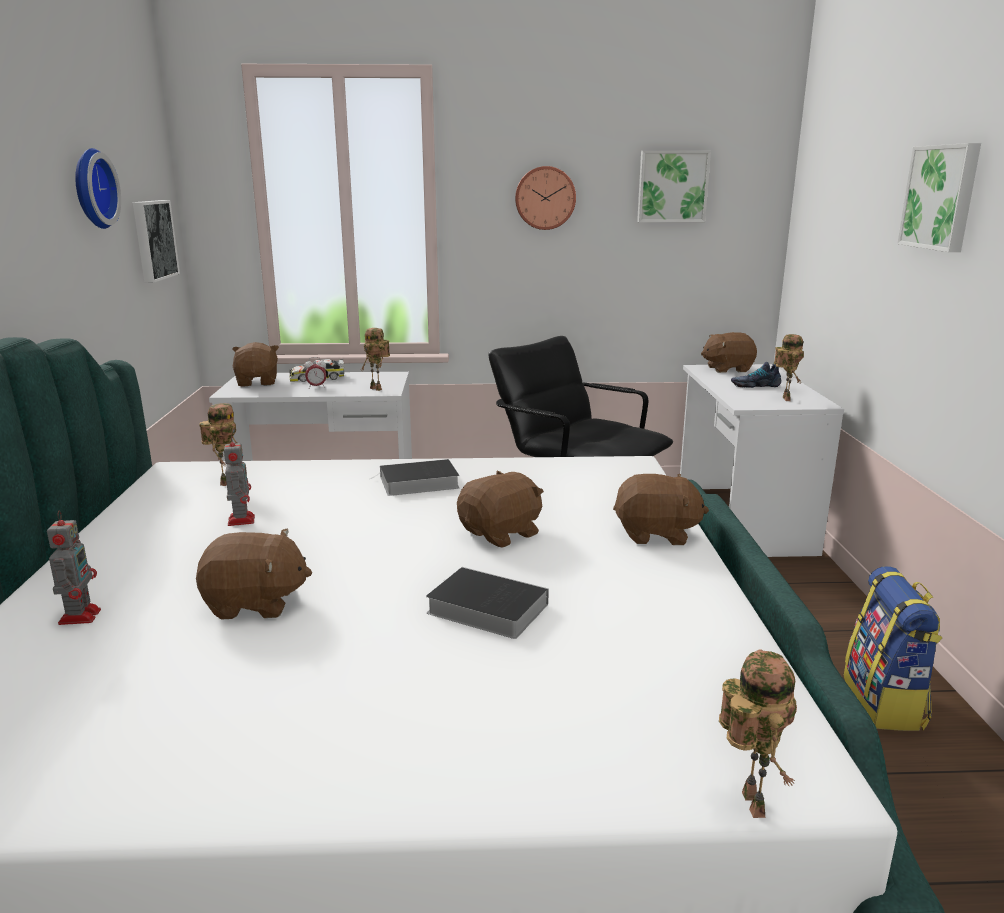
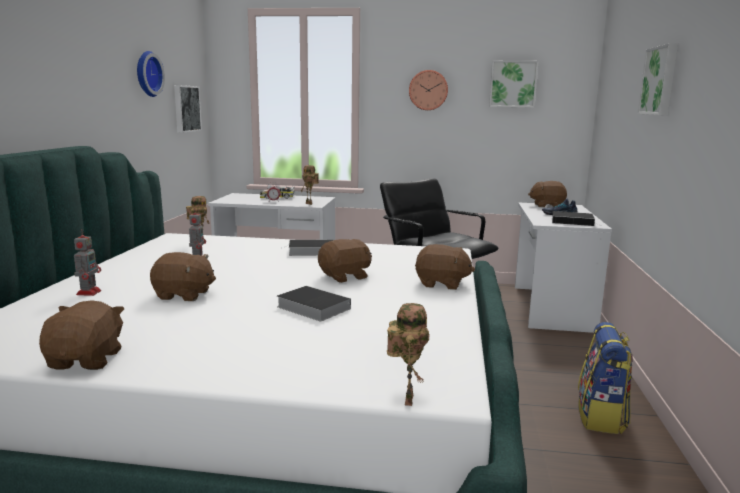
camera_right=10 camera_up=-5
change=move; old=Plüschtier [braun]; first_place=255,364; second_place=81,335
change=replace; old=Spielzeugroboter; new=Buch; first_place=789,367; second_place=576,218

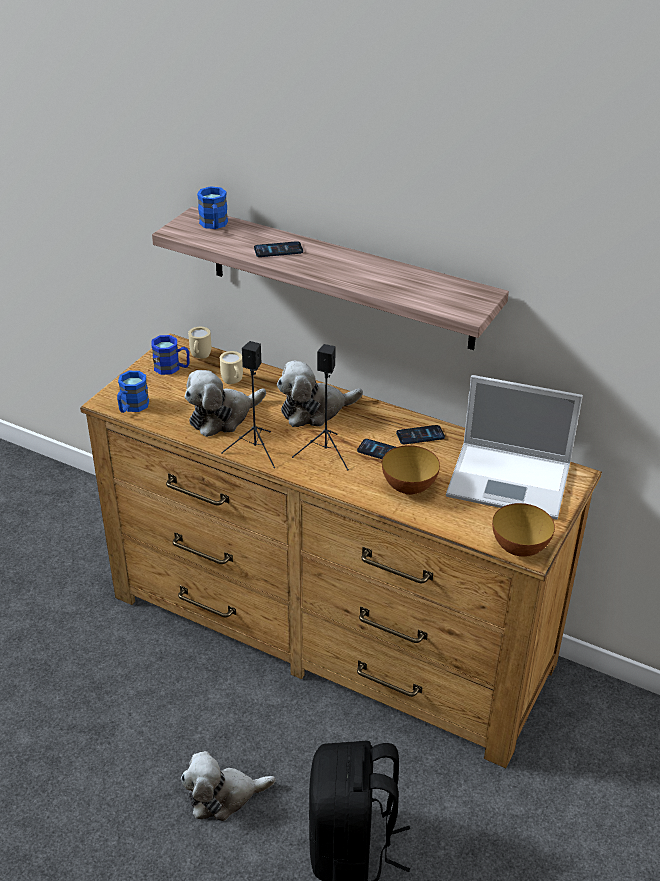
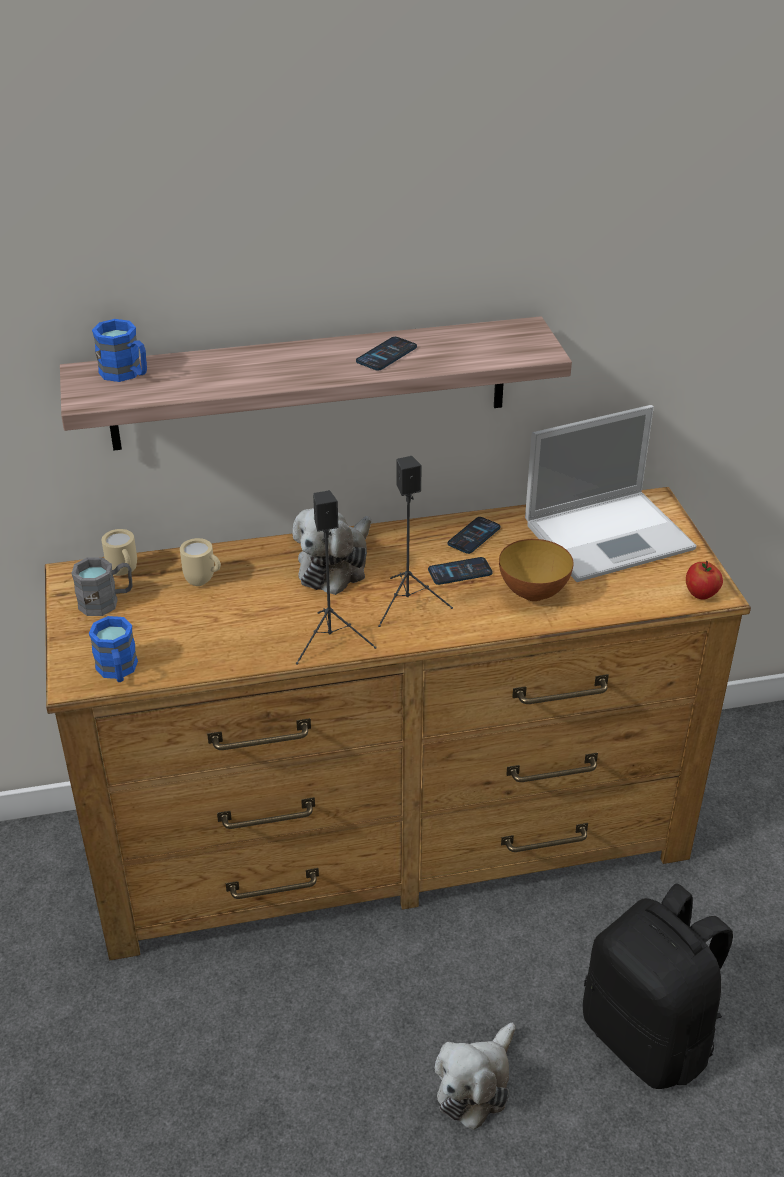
camera_right=-40 camera_up=0
change=recolor; old=Henkelbecher [blau]; new=Henkelbecher [grau]; first_place=170,355; second_place=101,586
change=delete; old=Plüschtier; first_place=225,403
change=move; old=Handy; first_place=278,249; second_place=386,354
change=replace; old=Schüssel; new=Apfel; first_place=523,530; second_place=704,580

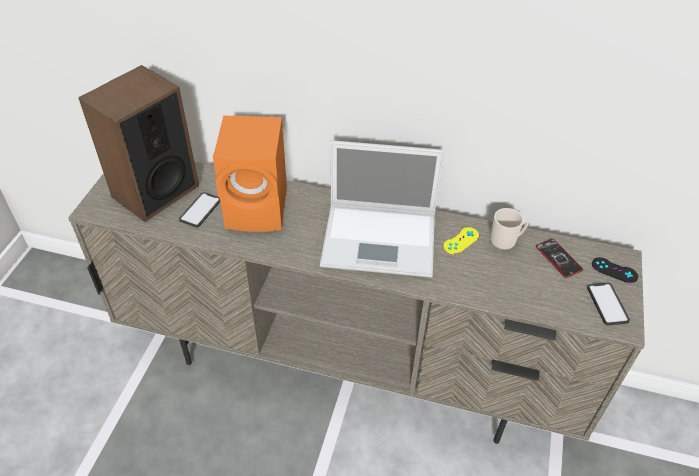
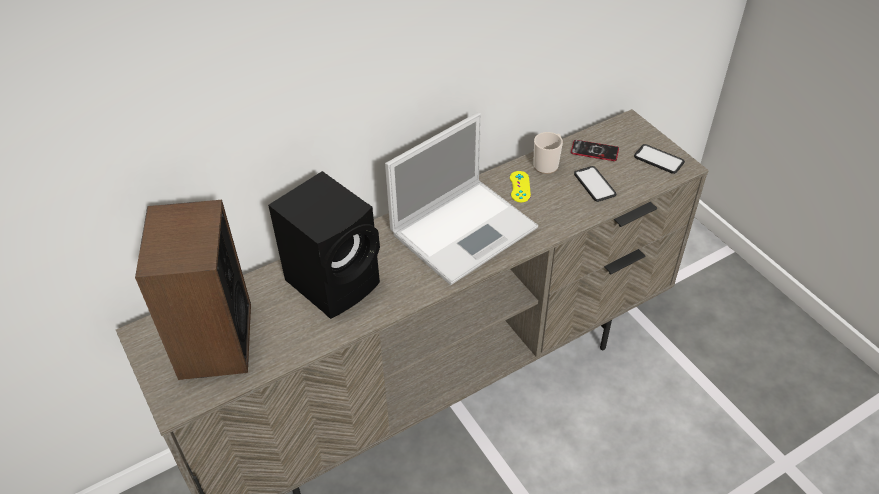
camera_right=-45 camera_up=0
change=move; old=Handy; first_place=199,209; second_place=595,184
change=recolor; old=Lautsprecher [orange]; new=Lautsprecher [schwarz]; first_place=250,174; second_place=324,245
change=delete; old=Gamepad [schwarz]; first_place=615,270

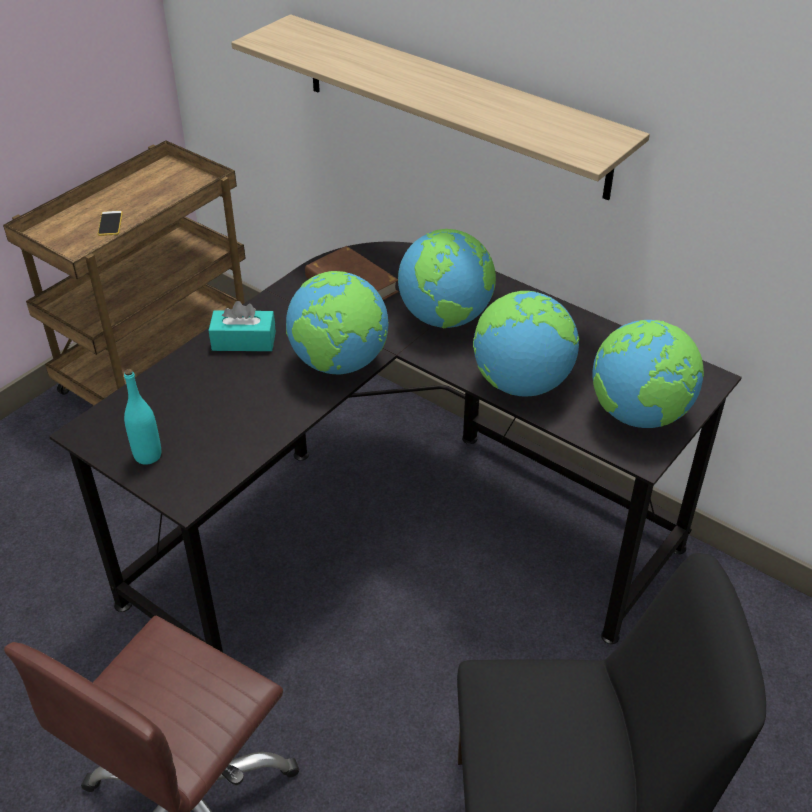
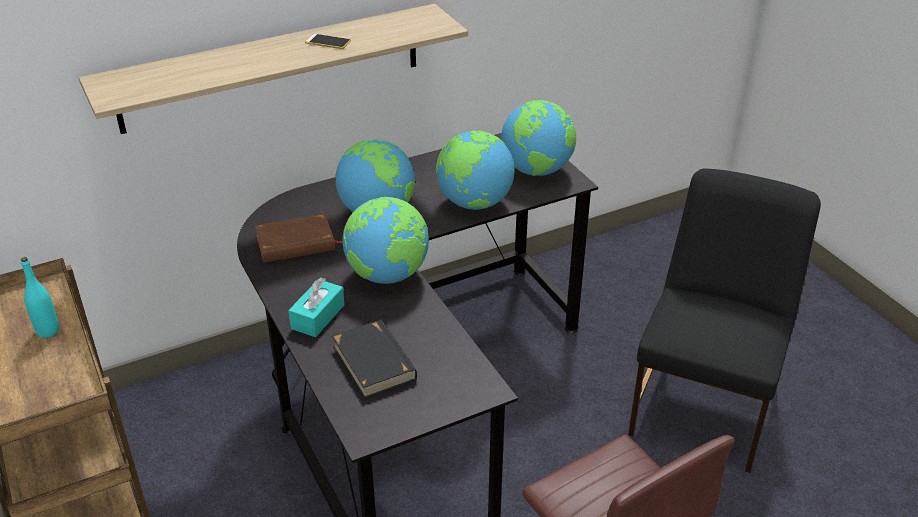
camera_right=-65 camera_up=-5
change=move; old=Handy; first_place=110,223; second_place=328,41
change=move; old=Flasche [türkis]; first_place=142,417; second_place=40,297
change=insert; new=Buch [schwarz]; second_place=374,359

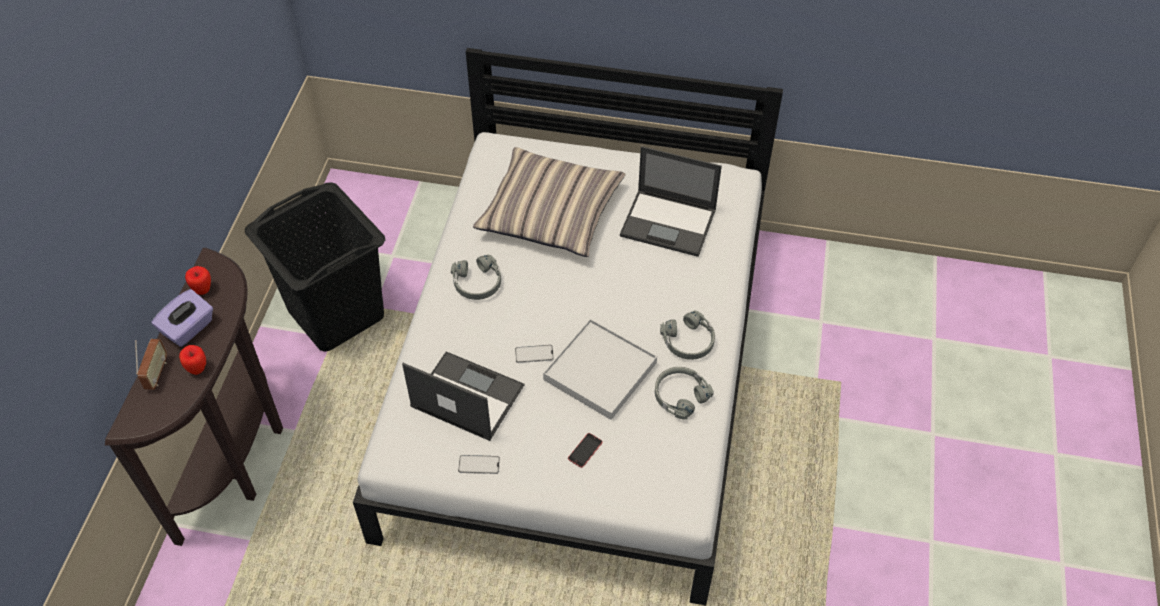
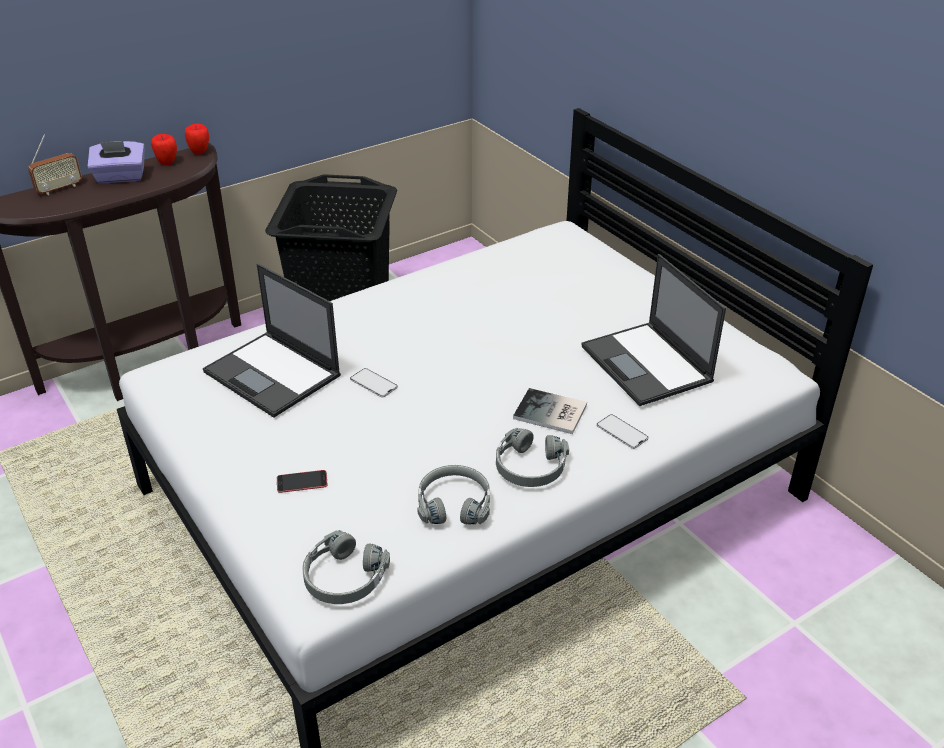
camera_right=45 camera_up=-15
change=move; old=Apfel; first_place=192,360; second_place=197,139
change=rotate; old=Laptop; first_place=463,396; second_place=272,340; degrees=150
change=move; old=Kopfhörer [grau]; first_place=476,277; second_place=346,567
change=move; old=Handy; first_place=479,464; second_place=622,431
change=delete; old=Kissen; first_place=549,202
change=delete; old=Tablett [weiß]; first_place=600,369
change=insert; new=Buch; second_place=550,411

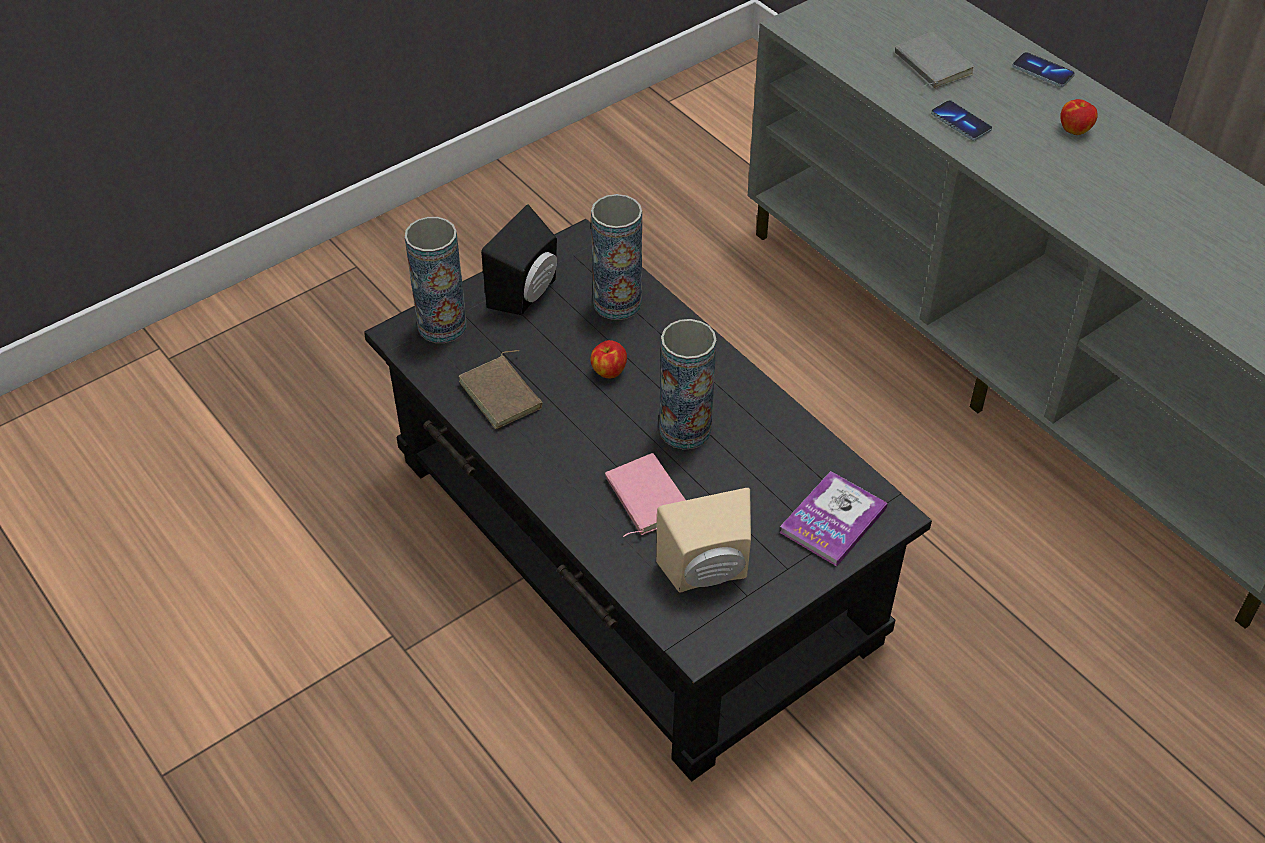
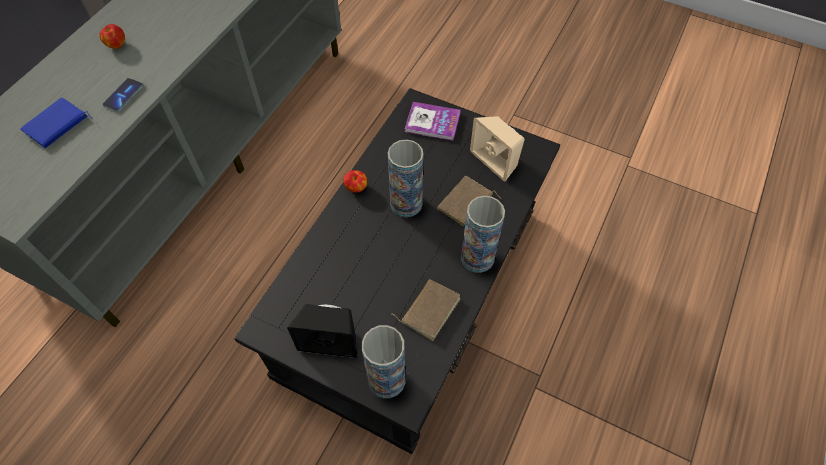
camera_right=-115 camera_up=10
change=move; old=Vase; first_place=616,257; second_place=483,234
change=move; old=Apfel; first_place=609,359; second_place=355,181
change=recolor; old=Buch [rosa]; new=Buch [braun]; first_place=645,495; second_place=469,201
change=recolor; old=Buch [grau]; new=Buch [blau]; first_place=934,60; second_place=56,122
change=delete; old=Handy; first_place=1043,69

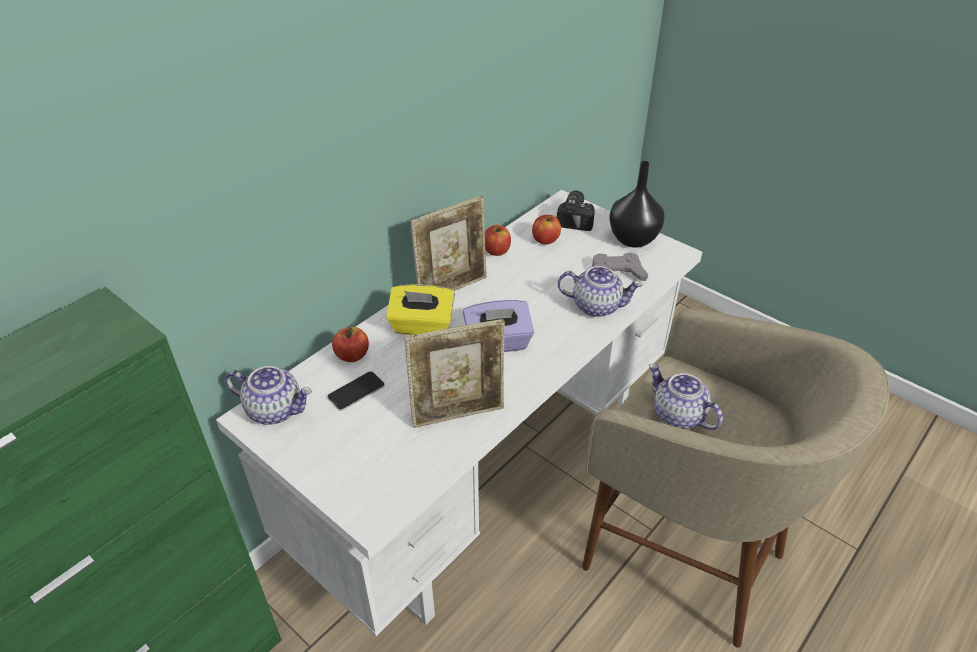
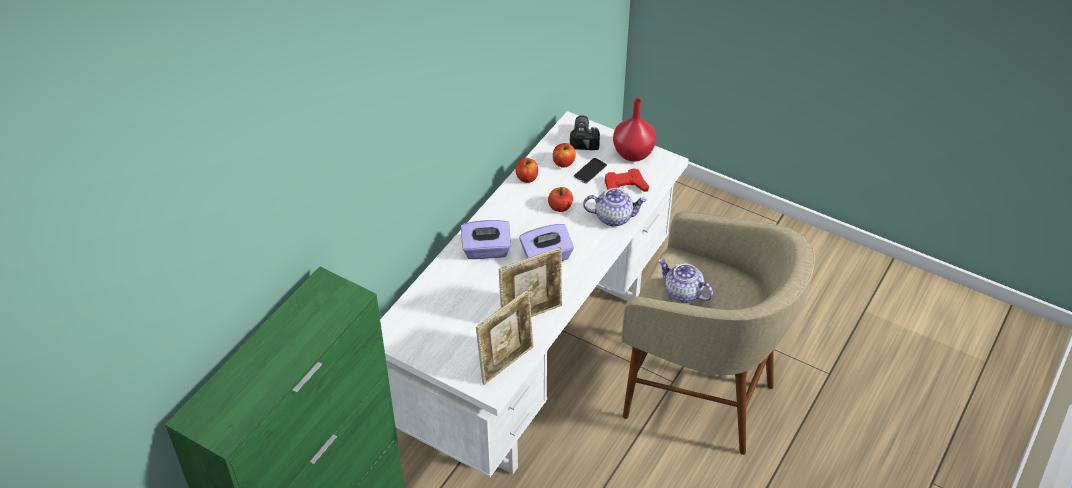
camera_right=-10 camera_up=5
change=delete; old=Teekanne; first_place=268,395
change=move; old=Handy; first_place=356,391; second_place=590,171
change=move; old=Apfel; first_place=350,344; second_place=560,199
change=recolor; old=Taschentuchbox [gelb]; new=Taschentuchbox [lila]; first_place=420,310; second_place=486,239
change=move; old=Bilderrahmen; first_place=448,243; second_place=504,337
change=recolor; old=Gamepad [grau]; new=Gamepad [rot]; first_place=620,267; second_place=627,180
change=recolor; old=Vase [schwarz]; new=Vase [rot]; first_place=637,204; second_place=634,130

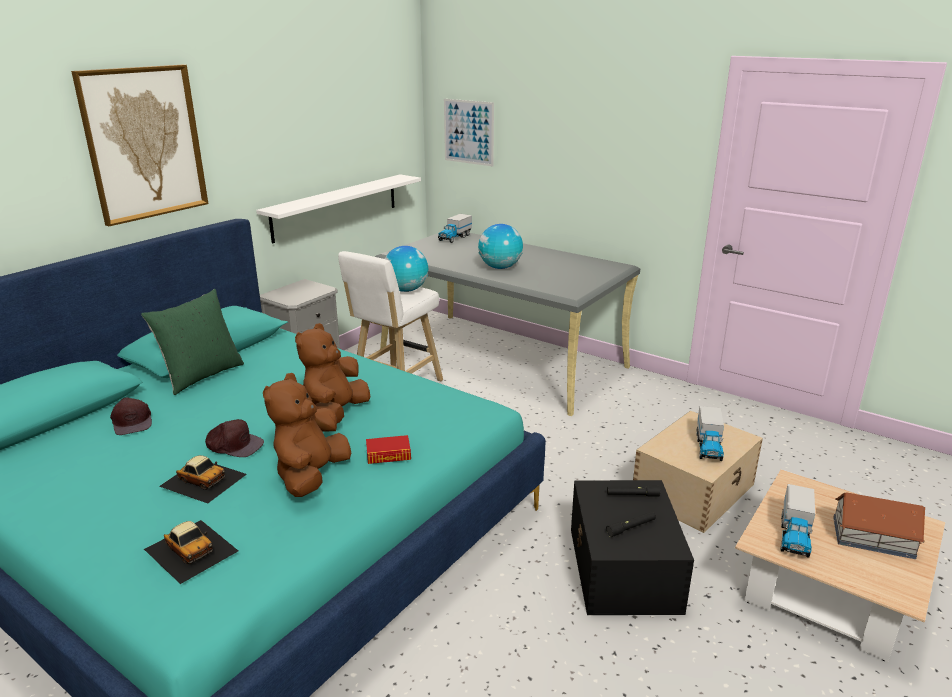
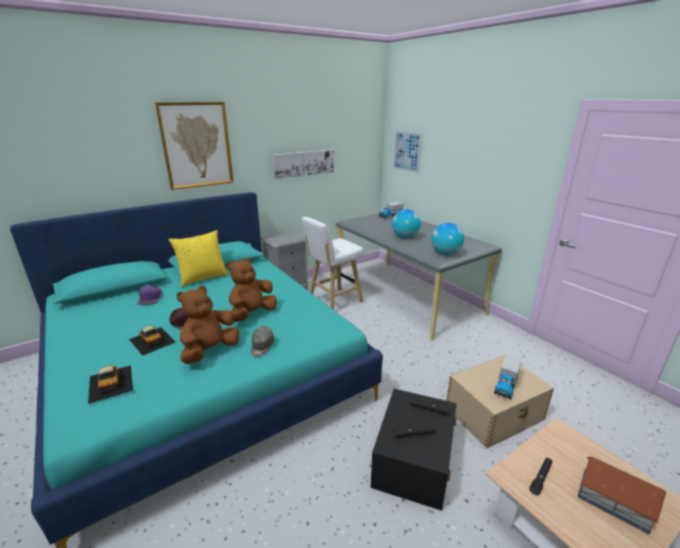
camera_right=20 camera_up=0
change=recolor; old=Kappe [braun]; new=Kappe [lila]; first_place=131,416; second_place=149,294
change=recolor; old=Kissen [grün]; new=Kissen [gelb]; first_place=192,342; second_place=199,258
change=delete; old=Wandregal [weiß]; first_place=338,208
change=replace; old=Buch; new=Kappe [grau]; first_place=388,449; second_place=262,341
change=move; old=Globus; first_place=406,269; second_place=447,239
change=replace; old=Spielzeuglaster; new=Taschenlampe [schwarz]; first_place=798,521; second_place=540,476
change=insert; new=Bild; second_place=303,164

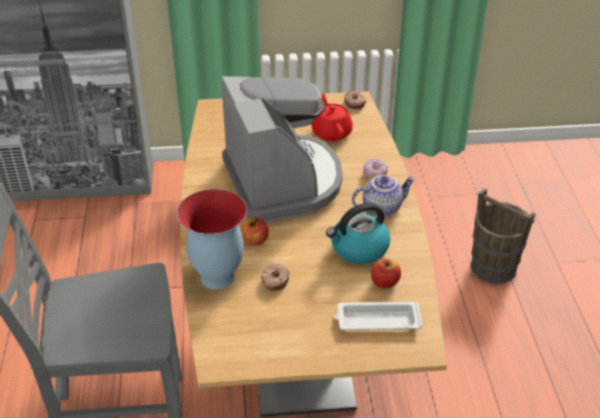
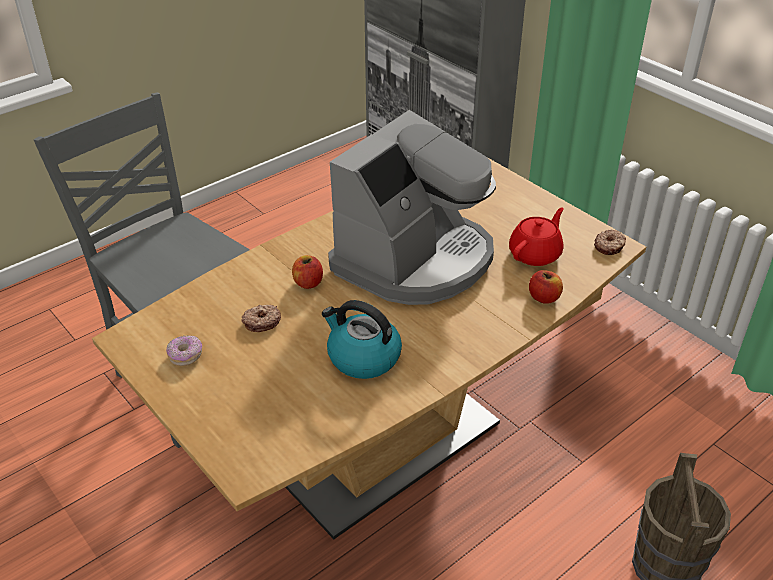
camera_right=55 camera_up=0
change=delete; old=Vase; first_place=212,239
change=delete; old=Tablett [weiß]; first_place=378,315
change=delete; old=Teekanne; first_place=383,195
change=move; old=Donut; first_place=375,169; second_place=184,350
change=move; old=Apfel; first_place=386,273; second_place=546,287

